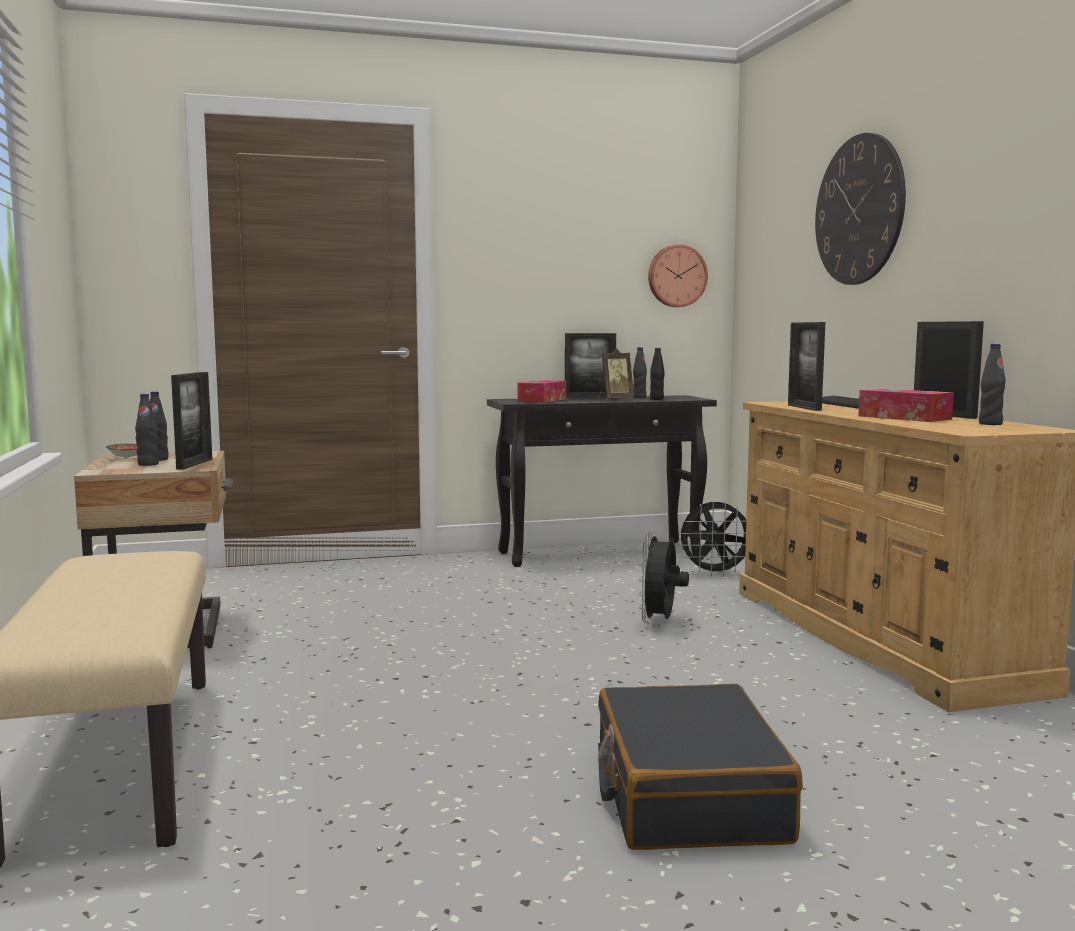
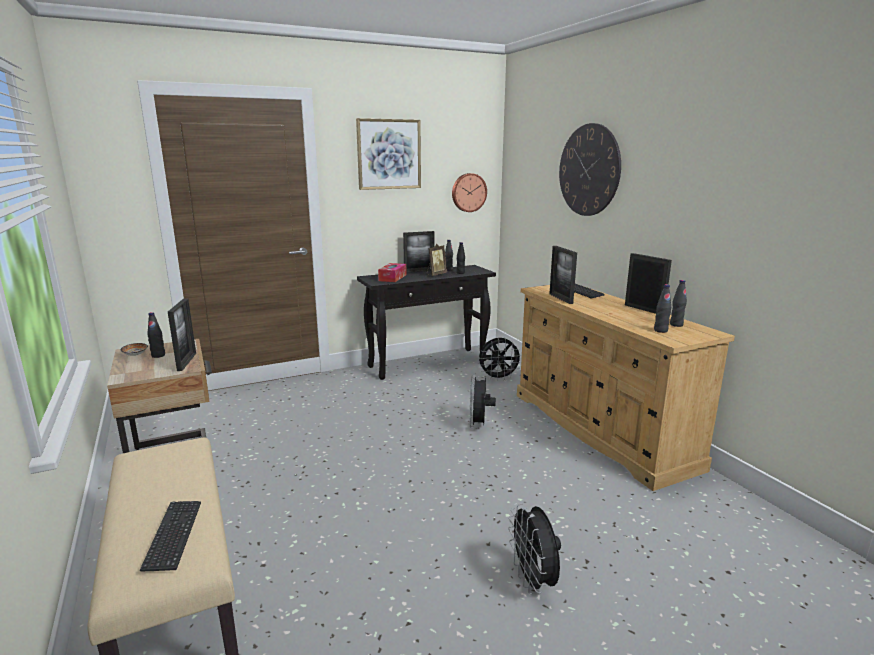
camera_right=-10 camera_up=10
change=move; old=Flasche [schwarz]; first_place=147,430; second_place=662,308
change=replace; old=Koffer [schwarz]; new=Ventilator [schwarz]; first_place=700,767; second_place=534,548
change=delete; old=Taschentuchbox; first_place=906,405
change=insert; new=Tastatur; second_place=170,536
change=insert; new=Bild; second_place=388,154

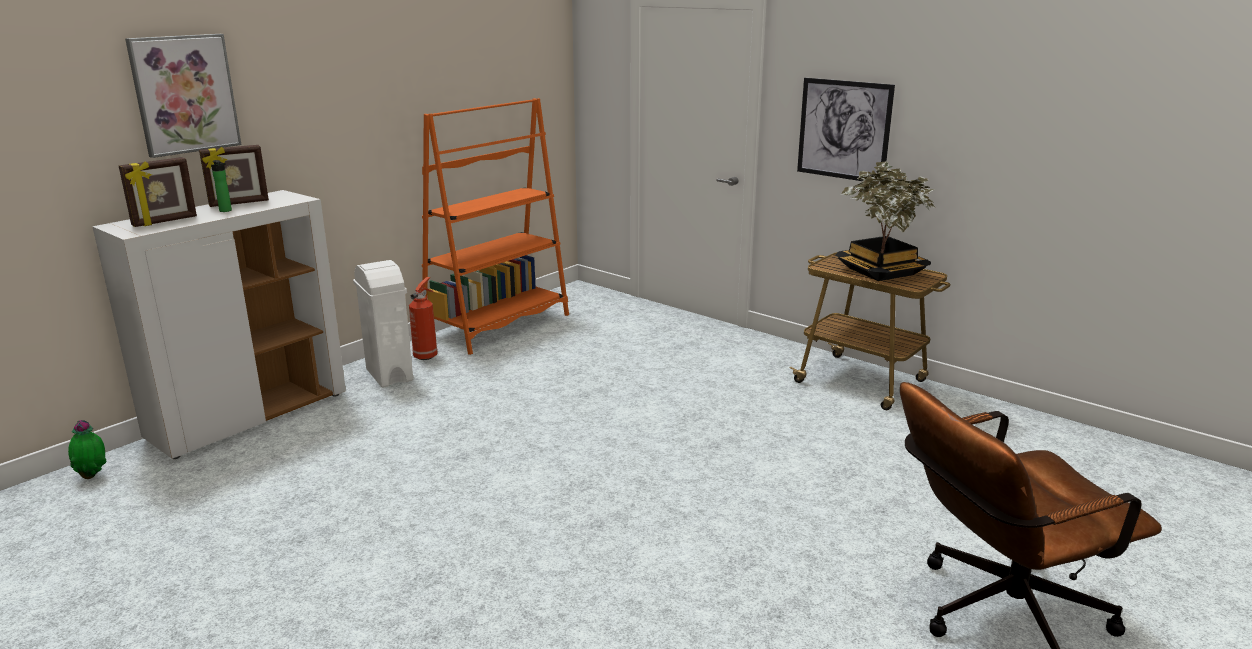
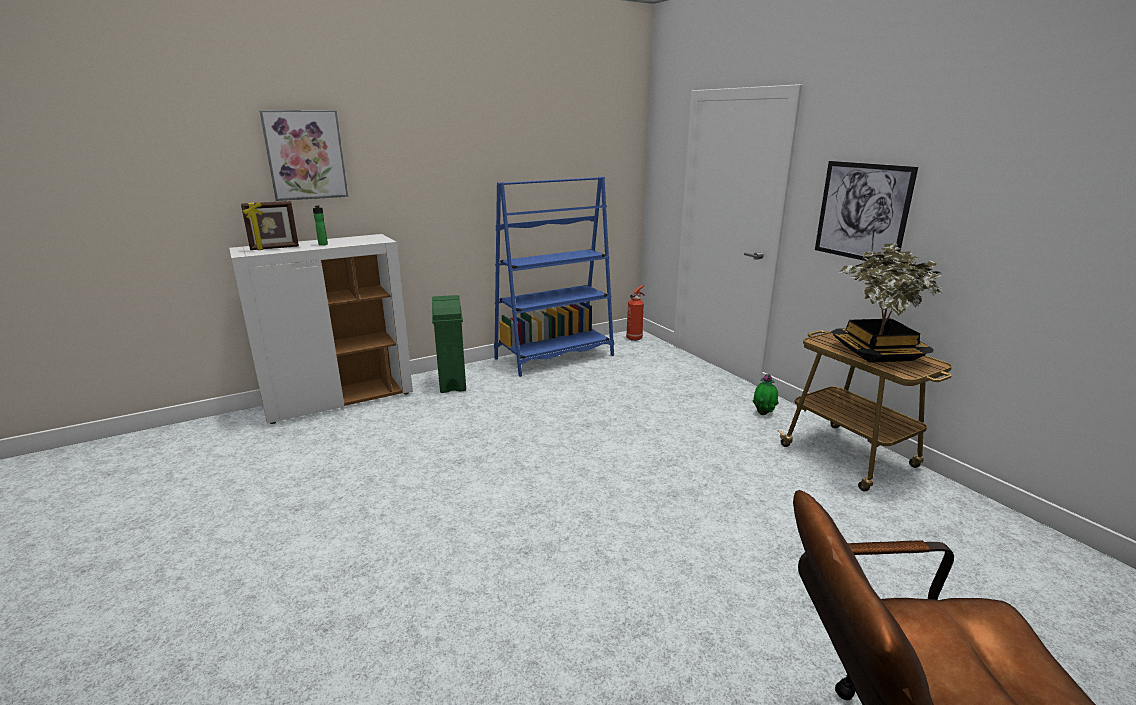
camera_right=20 camera_up=0
change=move; old=Topfpflanze; first_place=87,449; second_place=766,394
change=delete; old=Bilderrahmen; first_place=234,176
change=recolor; old=Mülleimer [weiß]; new=Mülleimer [grün]; first_place=383,324; second_place=449,344
change=move; old=Feuerlöscher; first_place=423,318; second_place=636,313
change=recolor; old=Bücherregal [orange]; new=Bücherregal [blau]; first_place=495,226; second_place=554,277

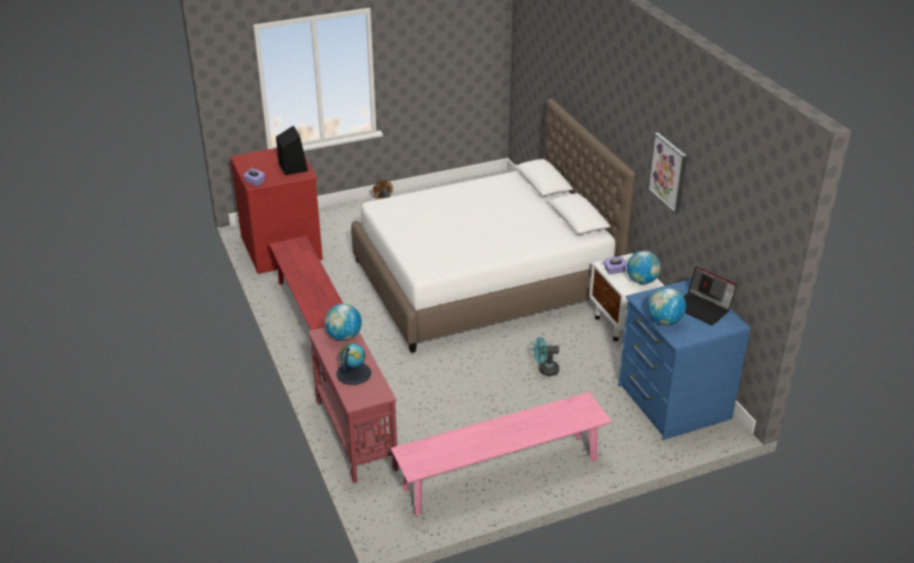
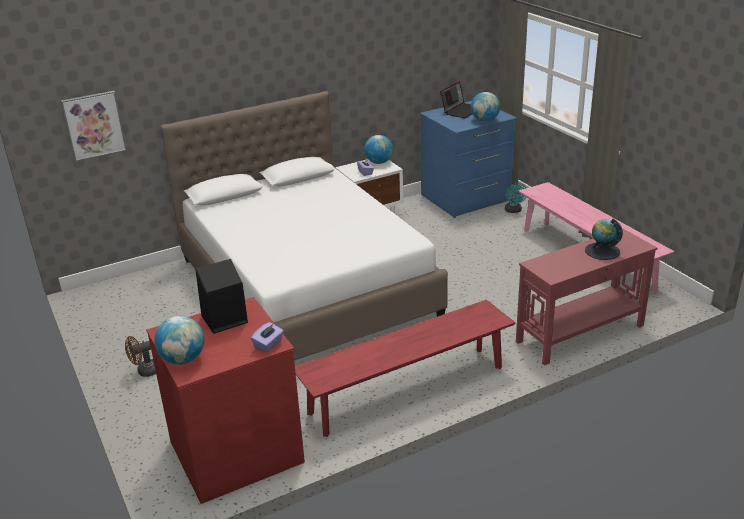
camera_right=-95 camera_up=-5
change=move; old=Globus; first_place=343,322; second_place=179,340
change=move; old=Ventilator [türkis]; first_place=546,356; second_place=515,198
change=move; old=Bild; first_place=667,173; second_place=93,126

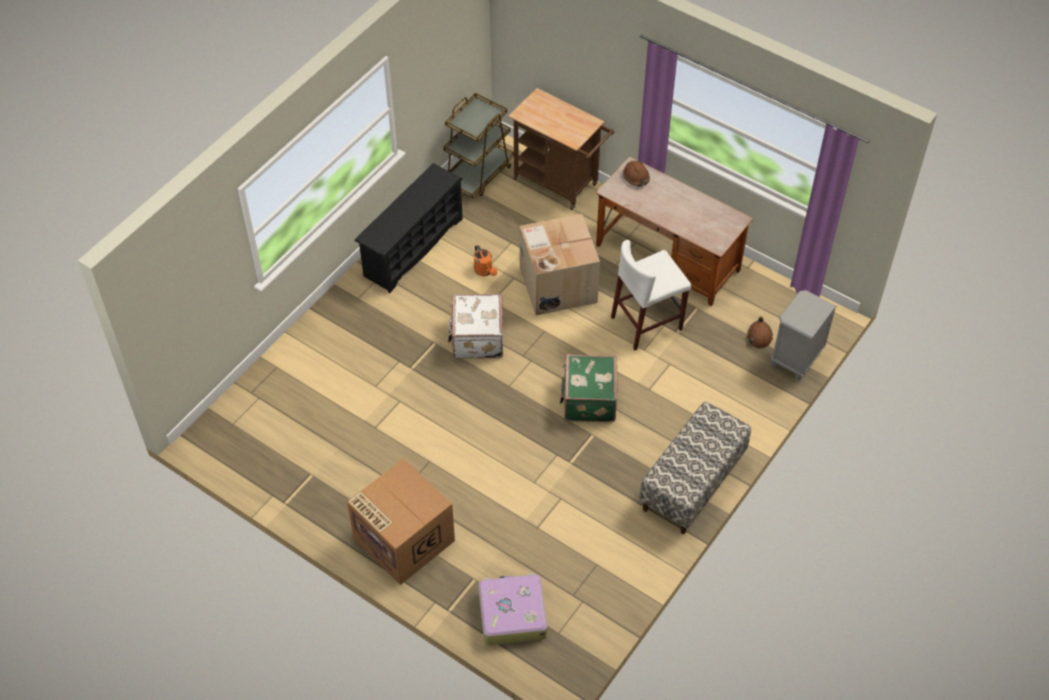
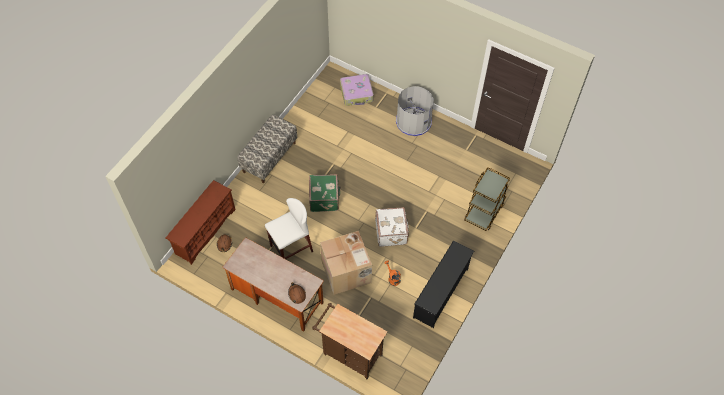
camera_right=175 camera_up=5
change=replace; old=Karton; new=Mülleimer [grau]; first_place=401,521; second_place=415,111
change=move; old=Rollwagen [braun]; first_place=478,145; second_place=487,199
change=replace; old=Nachttisch [grau]; new=Schuhregal [braun]; first_place=803,335; second_place=200,222

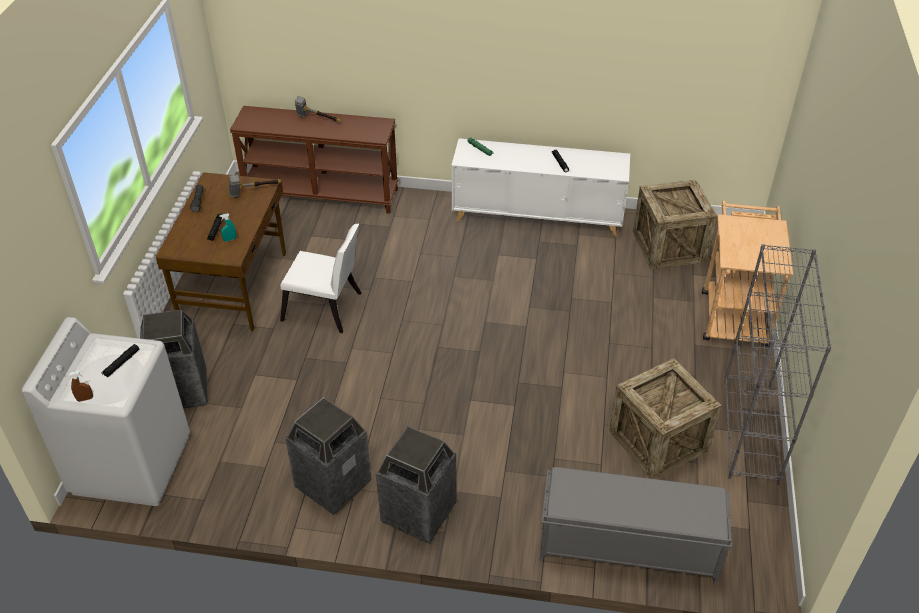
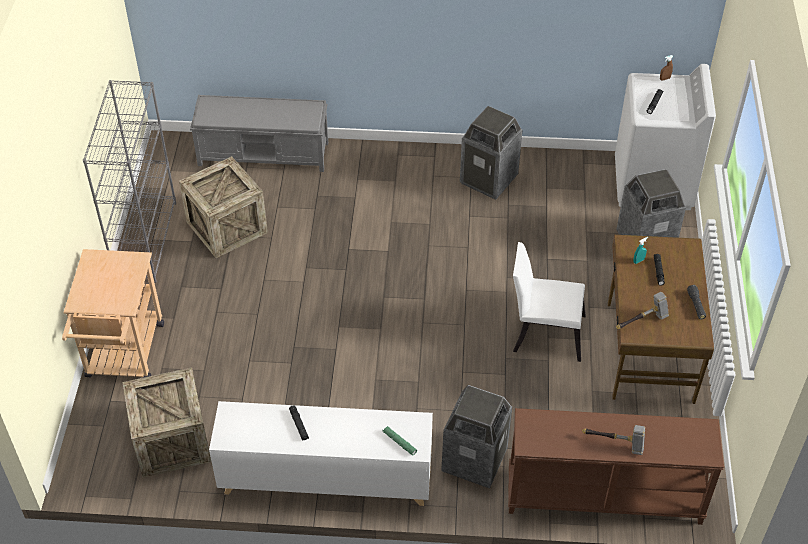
camera_right=175 camera_up=5
change=move; old=Mülleimer; first_place=416,485; second_place=476,436

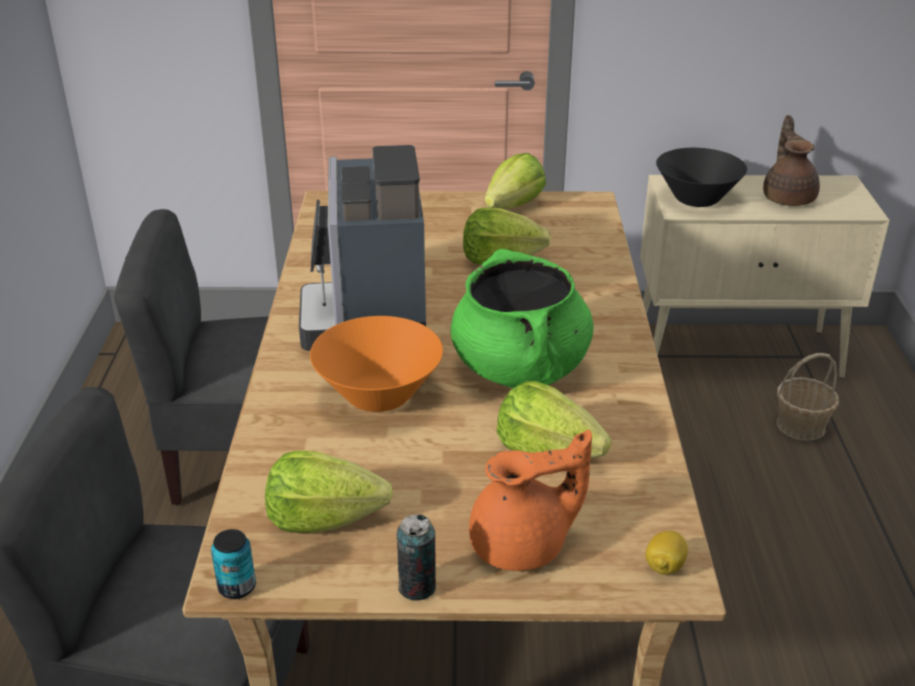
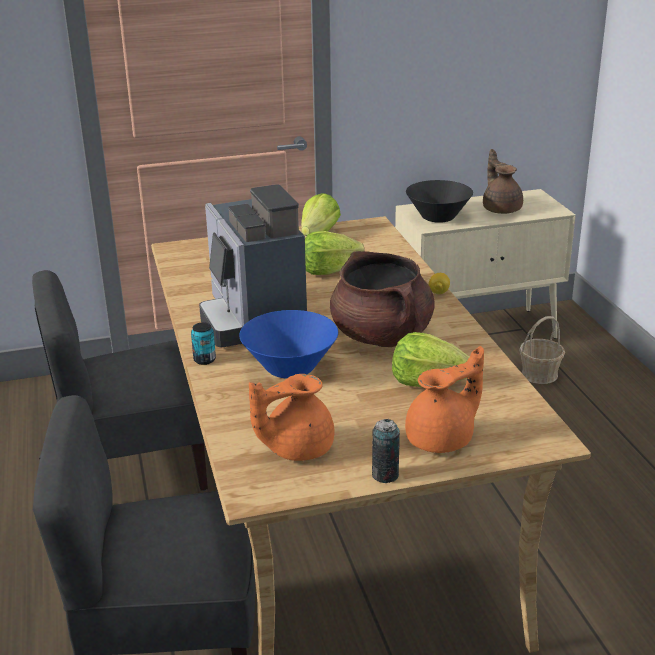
camera_right=-15 camera_up=-5
change=move; old=Dose; first_place=233,564; second_place=203,343
change=replace; old=Salatkopf; new=Teekanne [orange]; first_place=329,492; second_place=291,417
change=recolor; old=Schüssel [orange]; new=Schüssel [blau]; first_place=376,364; second_place=288,344
change=recolor; old=Kochtopf [grün]; new=Kochtopf [braun]; first_place=522,318; second_place=382,299
change=move; old=Zitrone; first_place=667,553; second_place=439,283

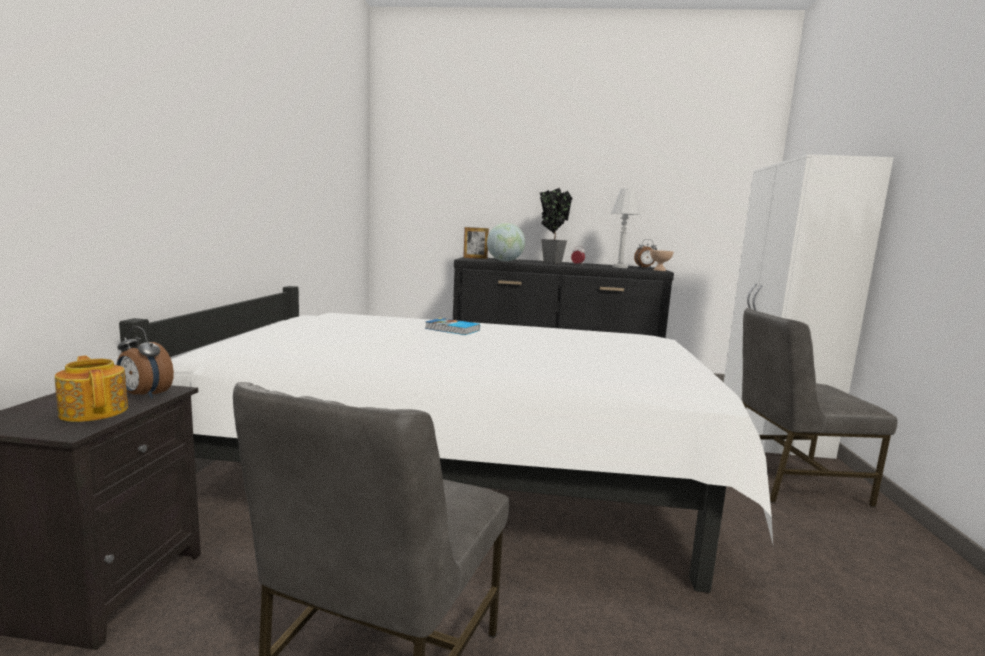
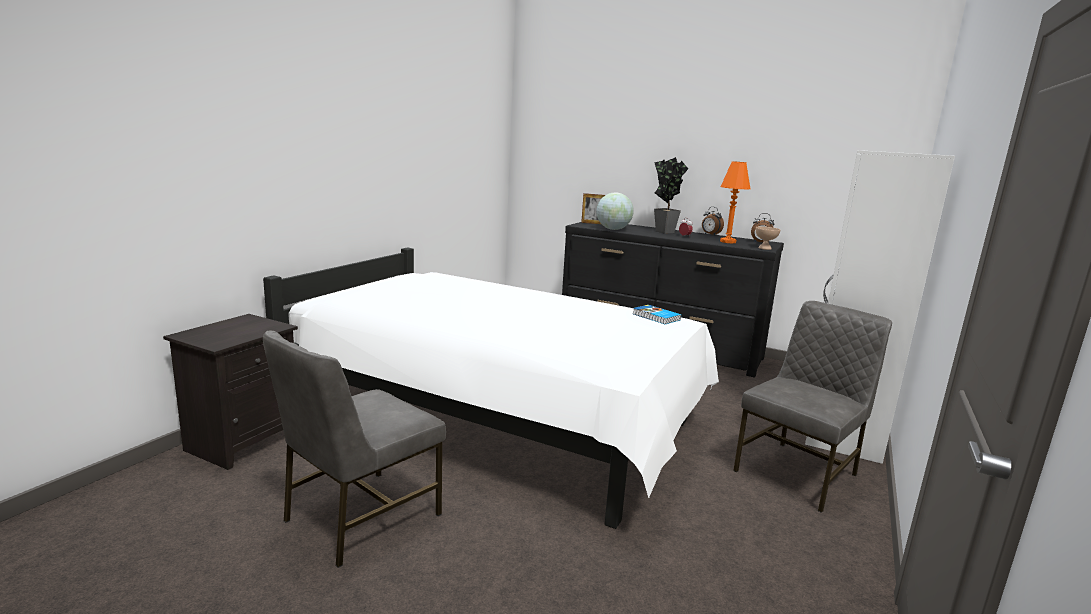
camera_right=20 camera_up=5
change=delete; old=Teekanne; first_place=91,389
change=move; old=Wecker; first_place=145,362; second_place=713,221
change=move; old=Buch; first_place=452,326; second_place=657,314
change=recolor; old=Tischlampe [weiß]; new=Tischlampe [orange]; first_place=625,228; second_place=735,202
change=rotate; old=Stuhl [grau]; first_place=819,407; second_place=812,407; degrees=120

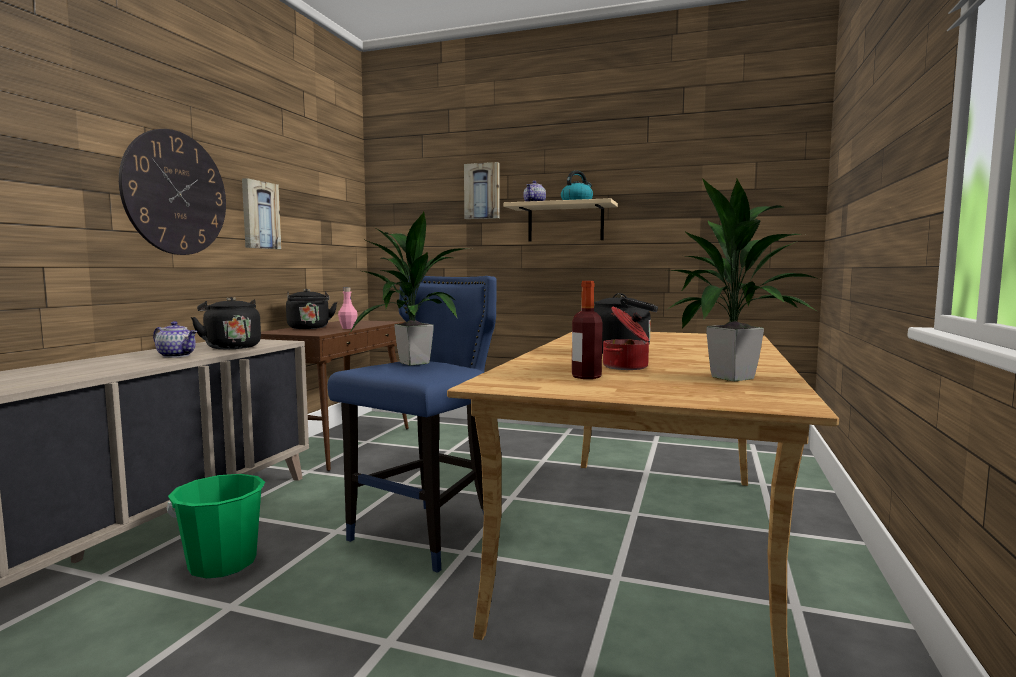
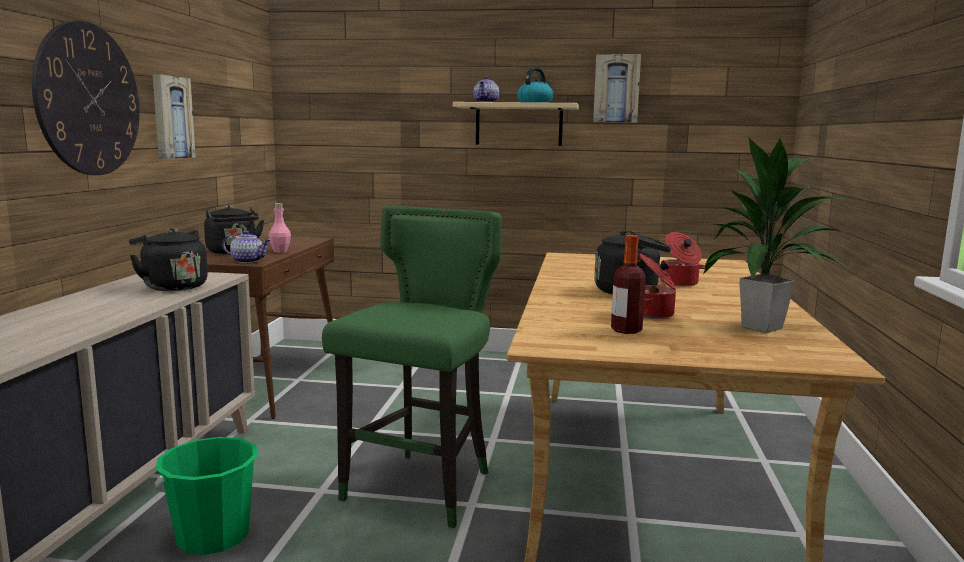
camera_right=-10 camera_up=5
change=move; old=Teekanne; first_place=175,339; second_place=246,246
change=recolor; old=Hocker [blau]; new=Hocker [grün]; first_place=412,424; second_place=412,367
change=delete; old=Topfpflanze; first_place=411,288
change=move; old=Bild; first_place=482,190; second_place=617,88
change=insert; new=Kochtopf; second_place=682,259

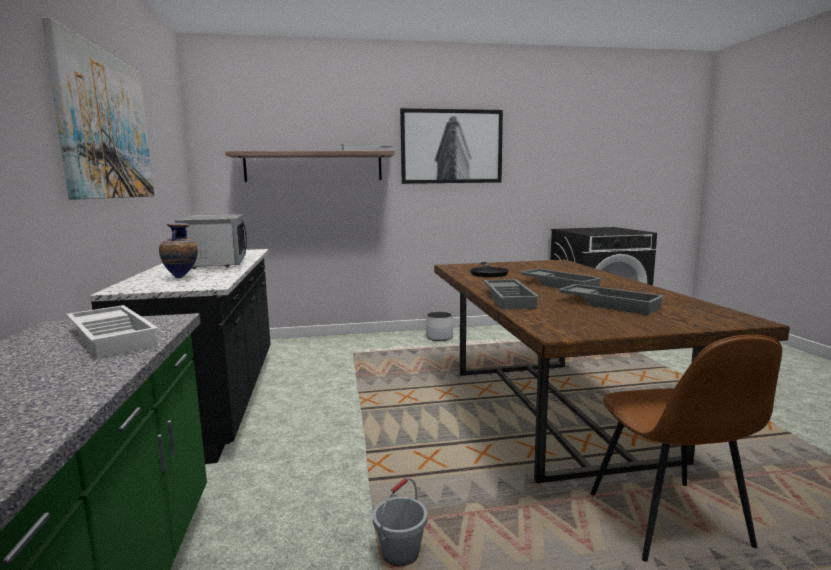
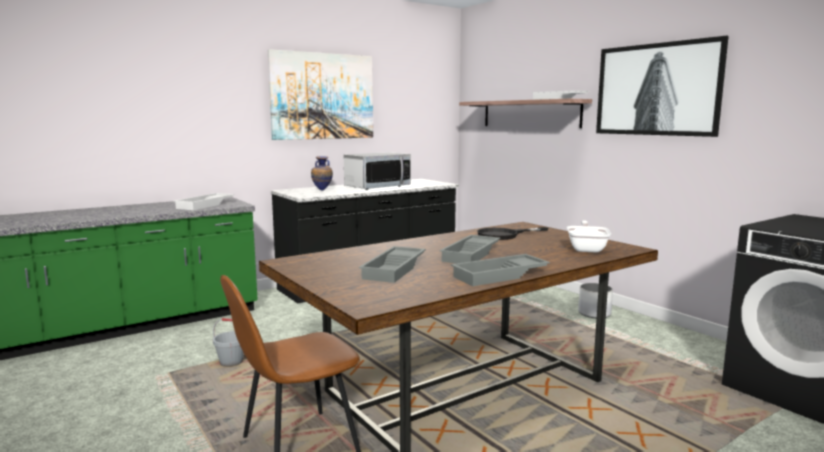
camera_right=65 camera_up=0
change=move; old=Tablett [grau]; first_place=512,294; second_place=500,270
change=insert; new=Pfanne; second_place=589,236

